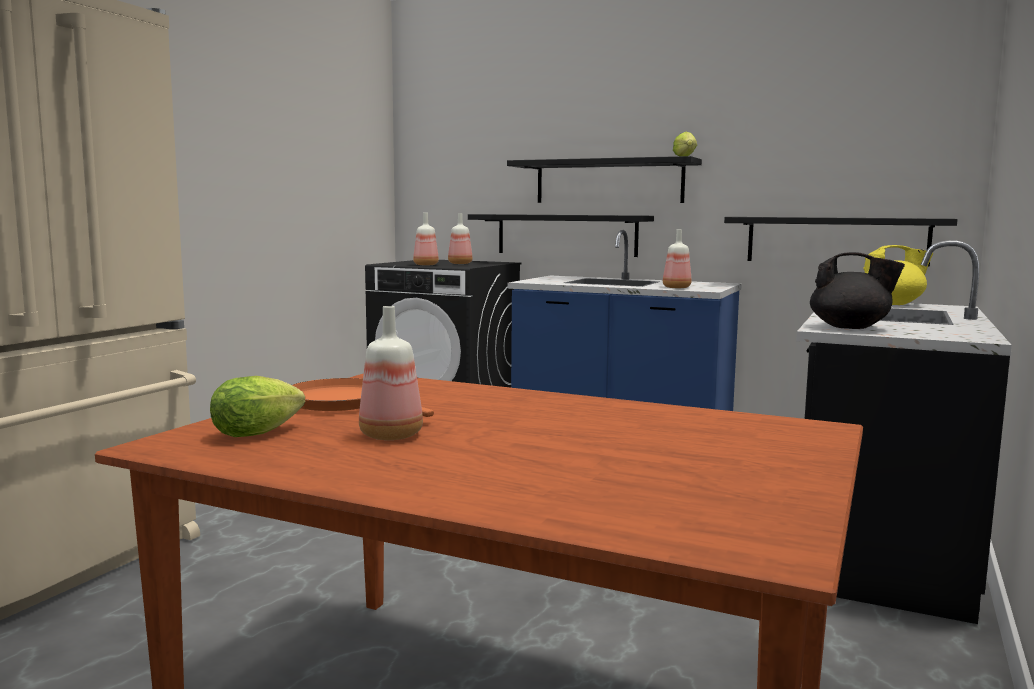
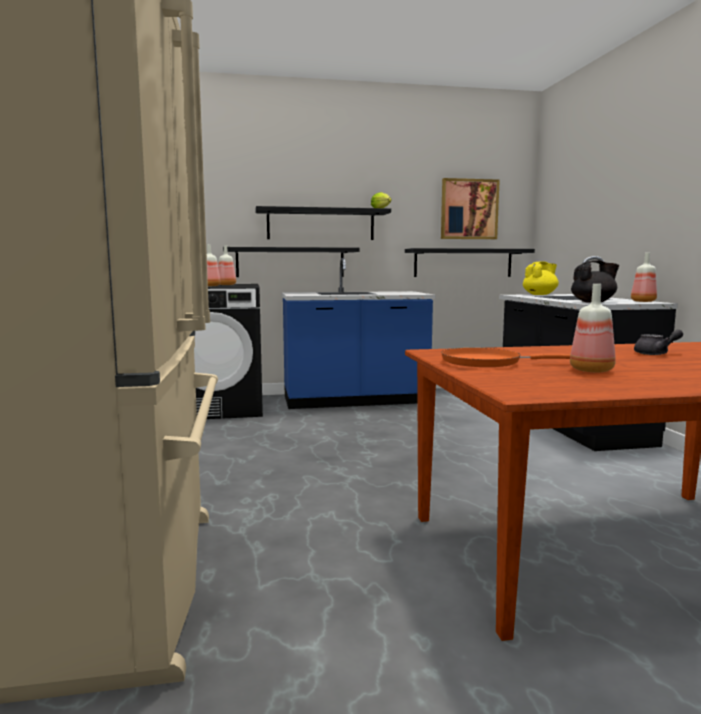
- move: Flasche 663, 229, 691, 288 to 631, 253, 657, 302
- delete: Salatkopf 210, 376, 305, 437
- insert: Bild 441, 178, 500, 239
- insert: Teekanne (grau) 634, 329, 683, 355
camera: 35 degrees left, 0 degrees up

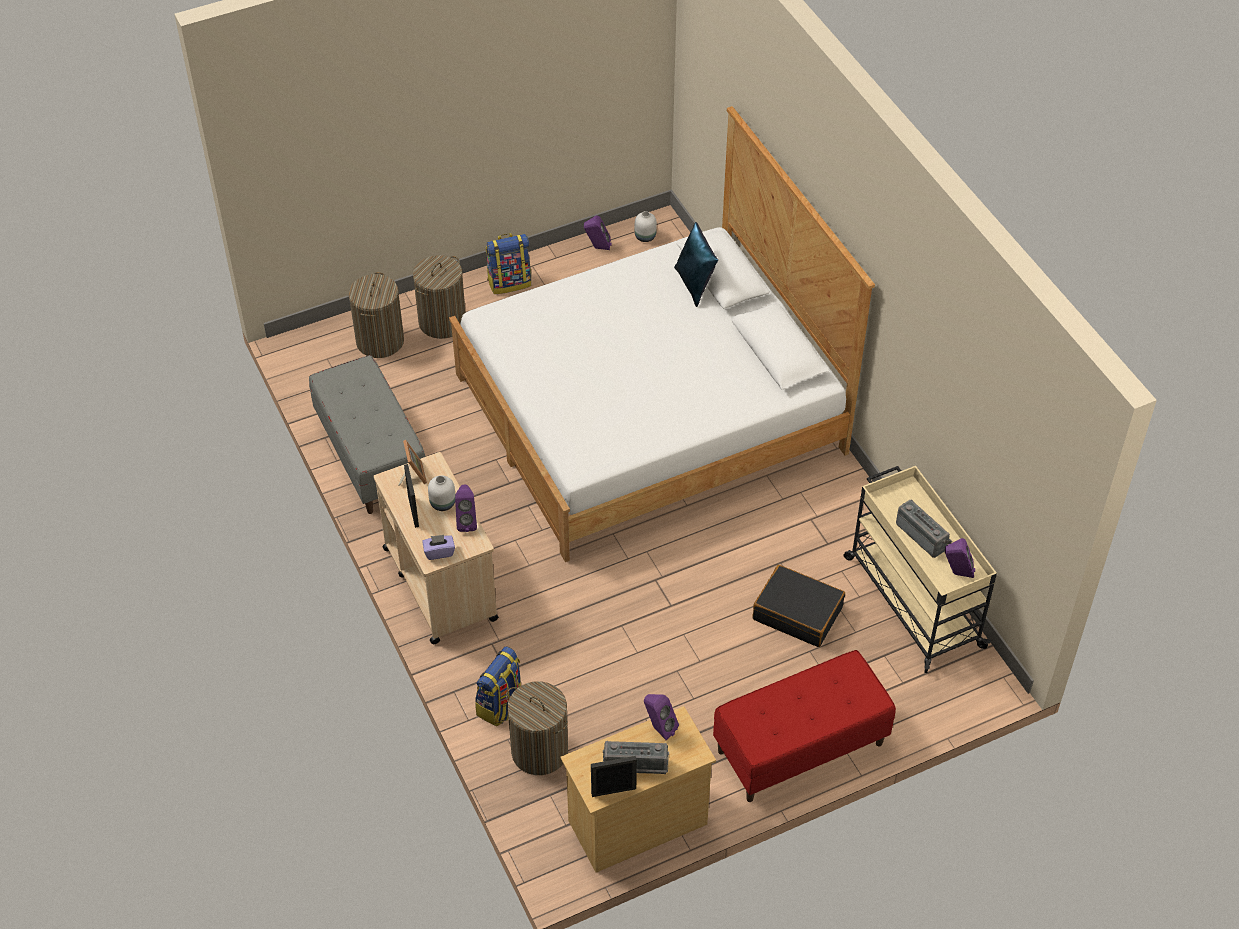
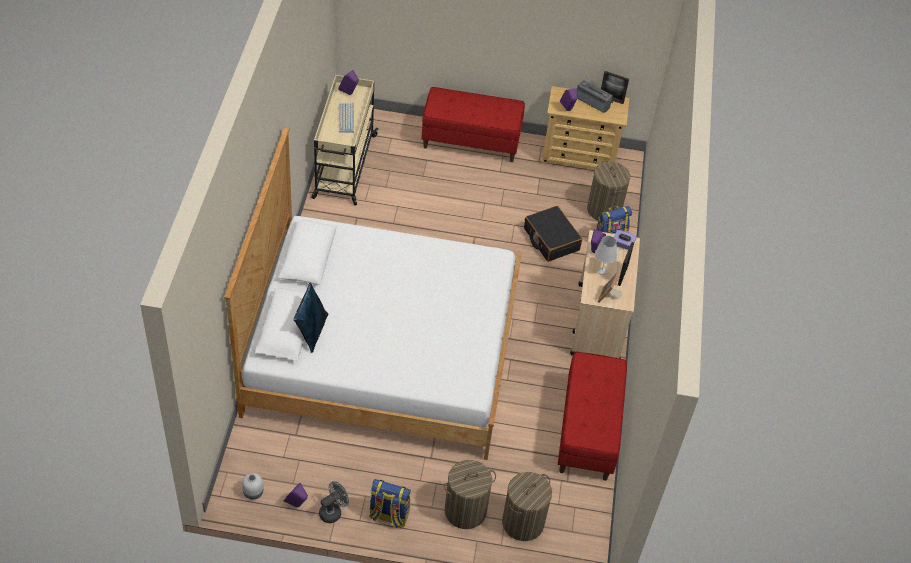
- recolor: Bank (grau) 309, 355, 425, 514 to Bank (rot) 558, 352, 627, 481
- replace: Vase (weiß) 428, 475, 455, 511 to Tischlampe (weiß) 595, 236, 617, 275
- replace: Radio 896, 500, 952, 558 to Tastatur 339, 103, 354, 133
- move: Koffer (schwarz) 753, 565, 845, 647 to 524, 206, 582, 262
- insert: Ventilator (grau) 319, 481, 349, 523
camera: 150 degrees left, 0 degrees up

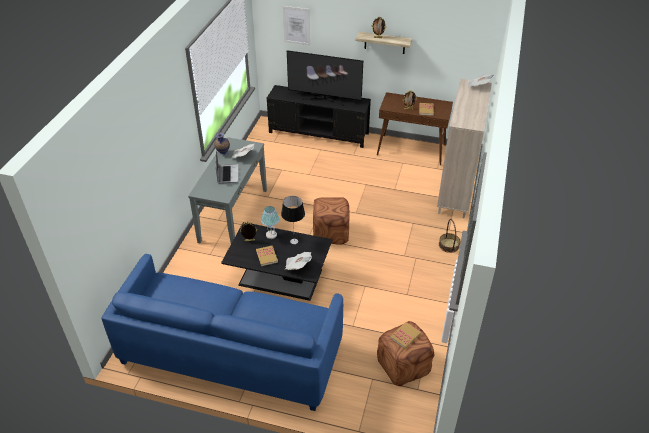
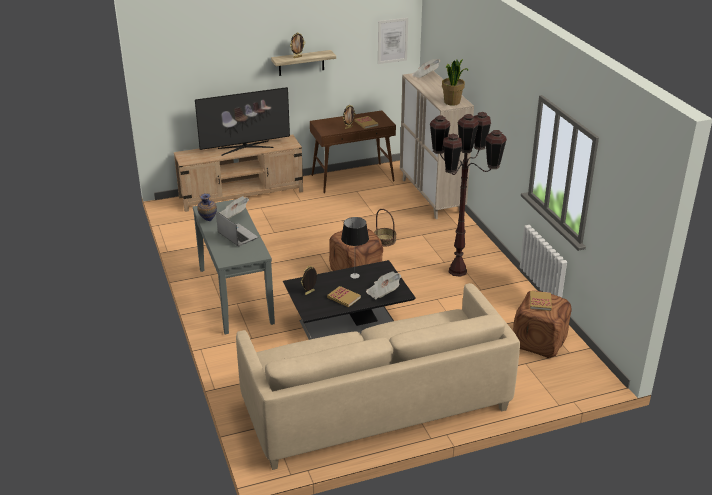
- move: Bild 283, 6, 310, 45 to 378, 18, 408, 64
- recolor: Fernsehschrank (schwarz) 266, 85, 371, 148 to Fernsehschrank (beige) 174, 135, 303, 212
- delete: Tischlampe 261, 206, 280, 239
- move: Korb 439, 219, 461, 253 to 374, 209, 396, 246
- recolor: Sofa (blau) 101, 254, 343, 411 to Sofa (beige) 236, 283, 520, 470
- insert: Topfpflanze 442, 59, 469, 106
- insert: Stehlampe (braun) 430, 112, 507, 277
camera: 35 degrees left, 10 degrees down

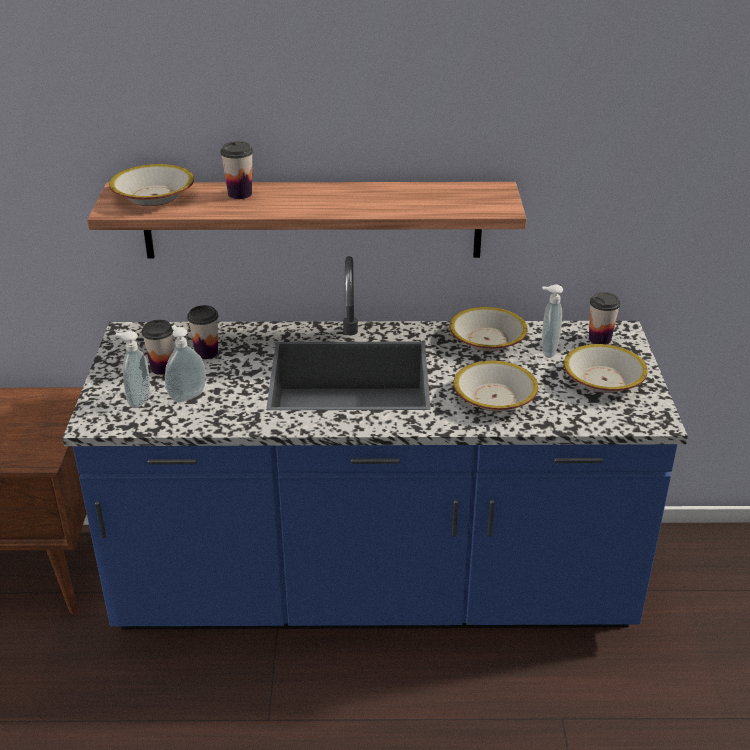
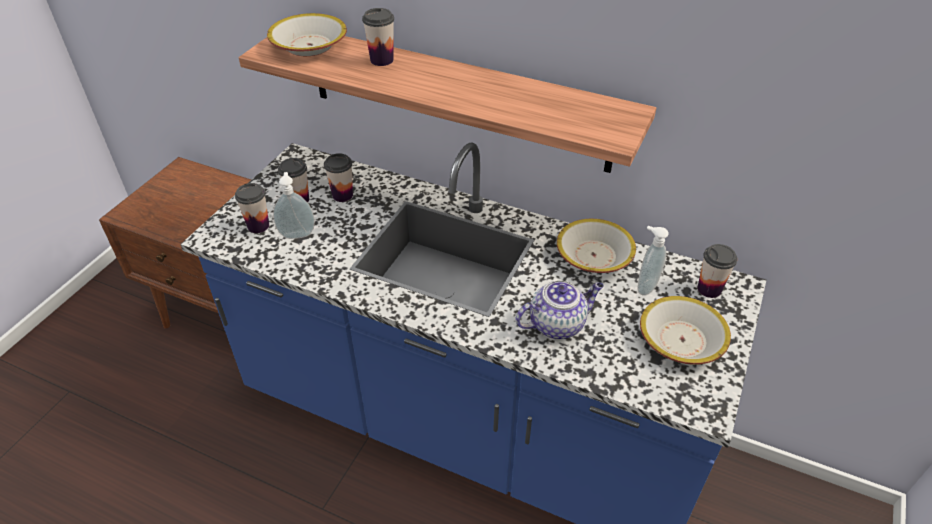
- replace: Seifenspender 115, 331, 150, 408 to Tasse 235, 183, 269, 233
- replace: Schüssel 453, 361, 538, 412 to Teekanne 515, 280, 604, 339
camera: 25 degrees right, 10 degrees up

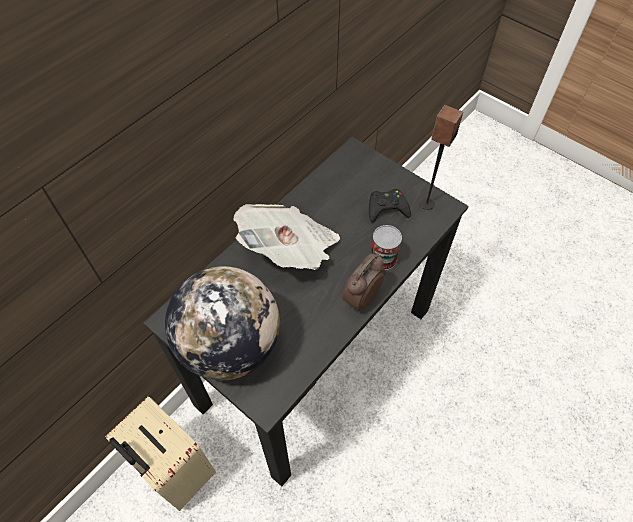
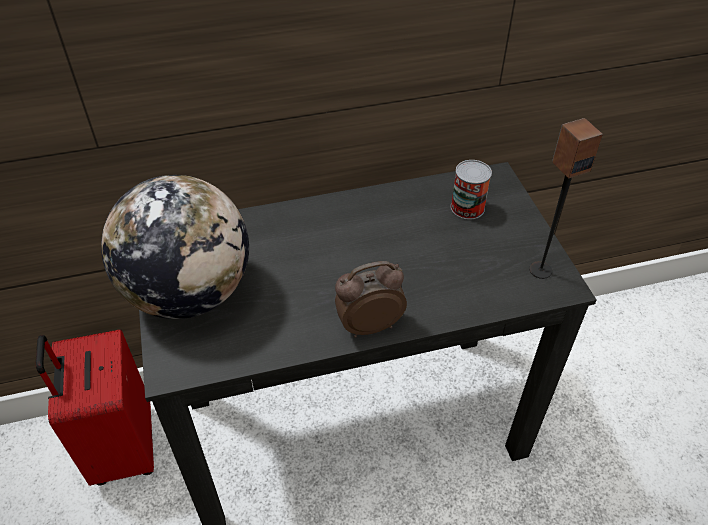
- delete: Gamepad (schwarz) 369, 189, 411, 223
- delete: Zeitung 233, 204, 340, 270
- move: Dose 371, 225, 402, 270 to 451, 160, 492, 220
- recolor: Koffer (beige) 105, 396, 216, 511 to Koffer (rot) 36, 329, 154, 486
camera: 35 degrees right, 10 degrees down

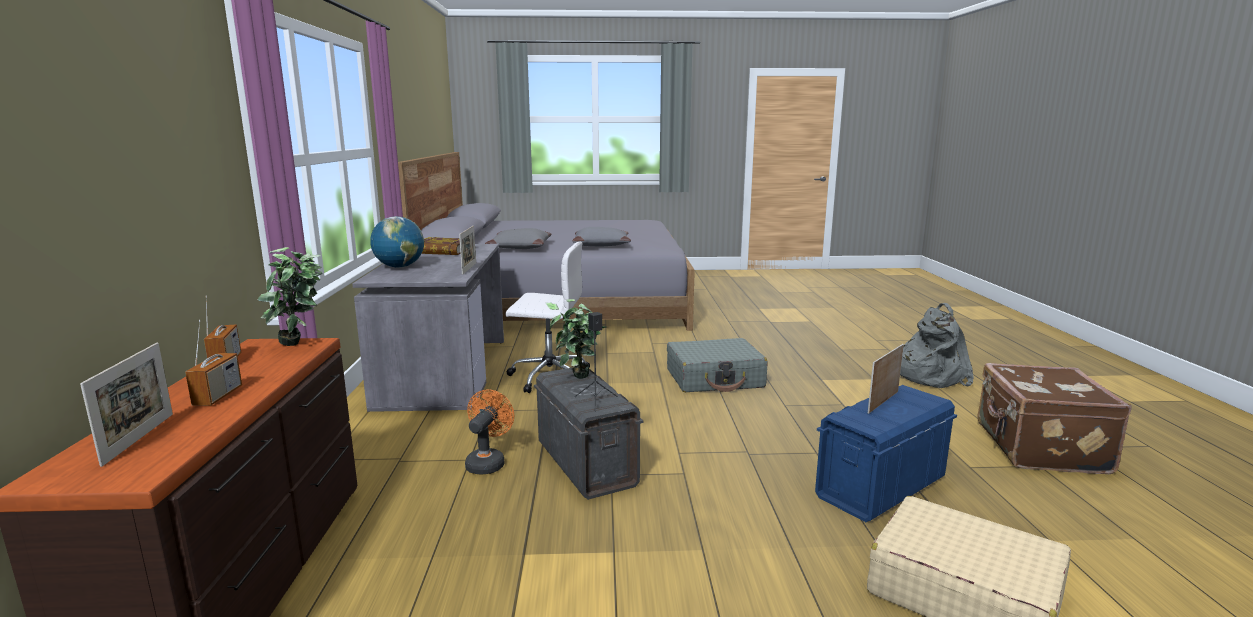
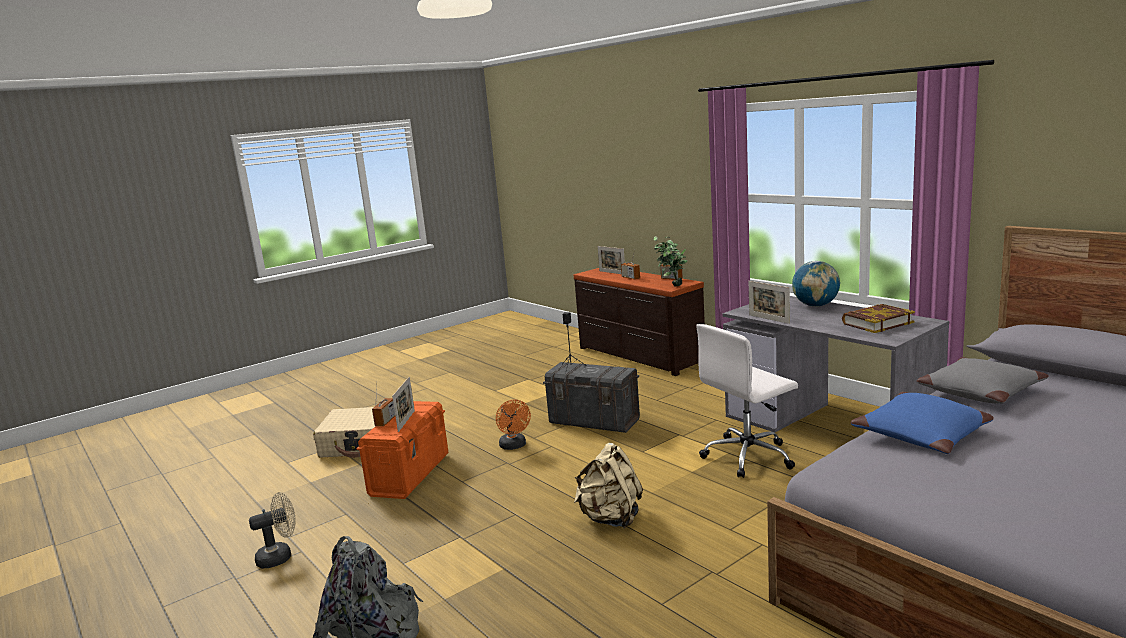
- recolor: Kissen (grau) 572, 227, 631, 247 to Kissen (blau) 851, 392, 994, 454
- delete: Topfpflanze 546, 299, 606, 379
- replace: Koffer (grau) 667, 338, 767, 392 to Rucksack (beige) 574, 443, 643, 528
- replace: Koffer (braun) 978, 363, 1131, 474 to Ventilator (beige) 249, 492, 296, 568
- recolor: Aufbewahrungsbox (blau) 815, 385, 957, 522 to Aufbewahrungsbox (orange) 356, 401, 448, 499
- move: Ventilator (orange) 465, 389, 514, 475 to 496, 399, 531, 450
- insert: Radio 372, 382, 395, 426
camera: 145 degrees right, 0 degrees up

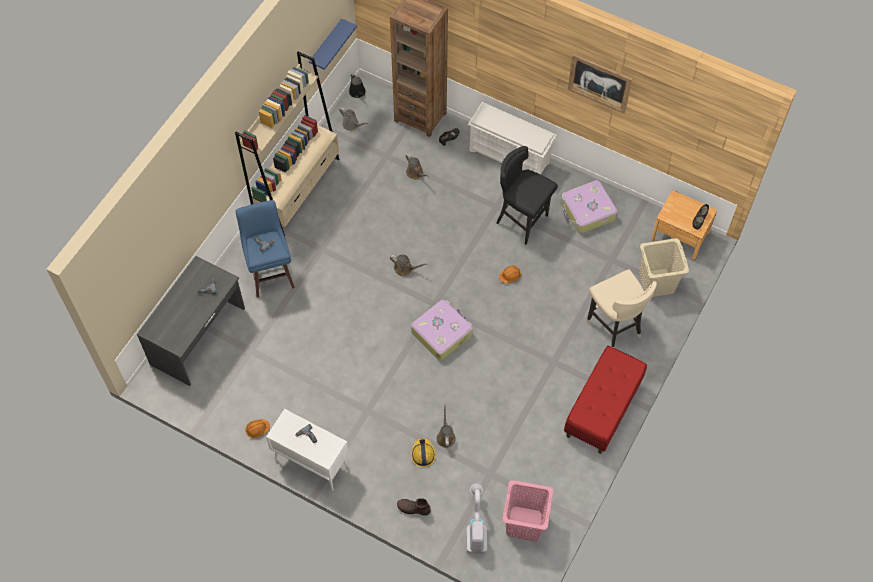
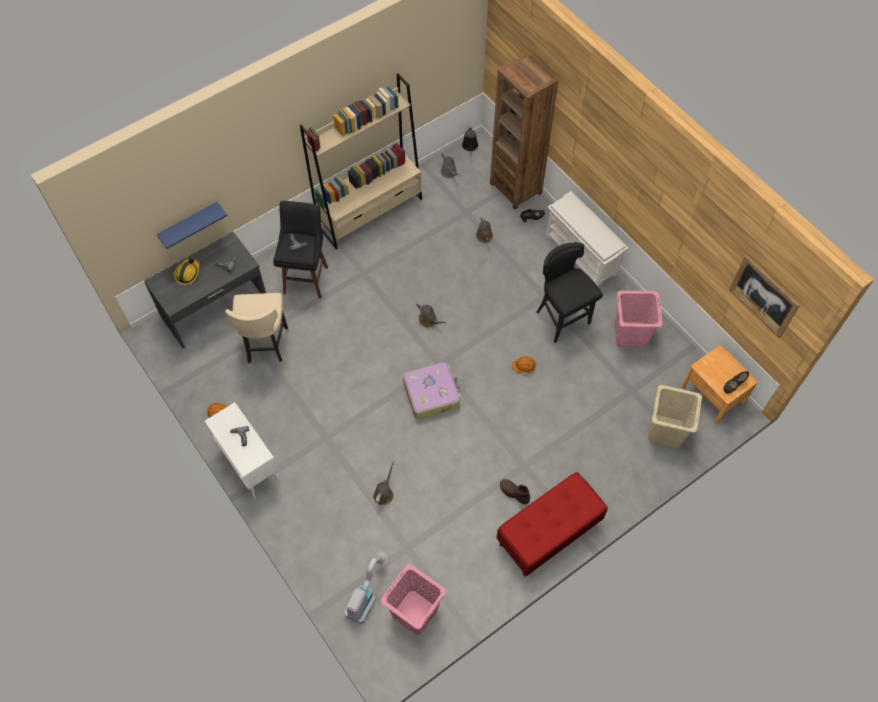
- move: Wandregal (blau) 309, 19, 357, 70 to 157, 202, 228, 249
- move: Bild 568, 54, 632, 114 to 729, 255, 800, 338
- replace: Koffer 561, 180, 618, 234 to Wäschekorb (rosa) 615, 291, 662, 348
- recolor: Hocker (blau) 236, 200, 295, 298 to Hocker (schwarz) 273, 201, 328, 298
- move: Hocker (beige) 587, 269, 657, 348 to 225, 293, 289, 367
- move: Schutzhelm 411, 438, 436, 467 to 174, 258, 199, 285
- move: Stiefel (braun) 397, 498, 431, 516 to 500, 479, 530, 505
camera: 25 degrees right, 0 degrees up

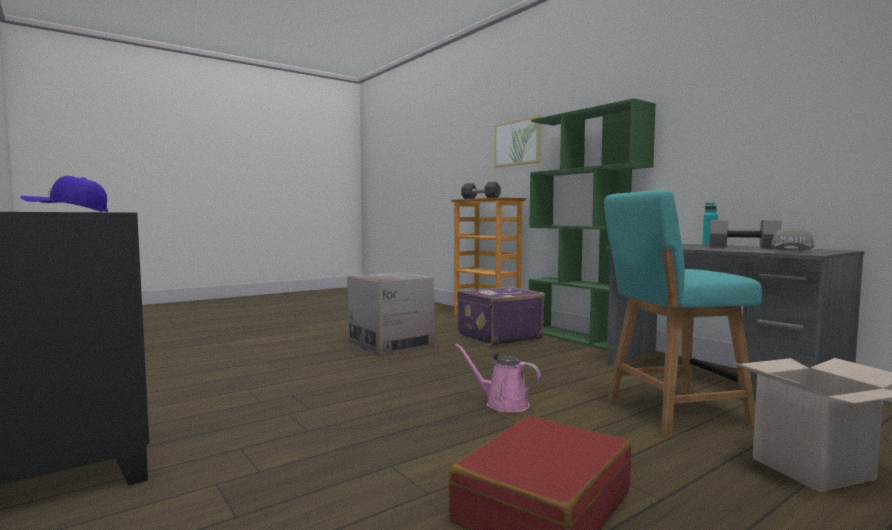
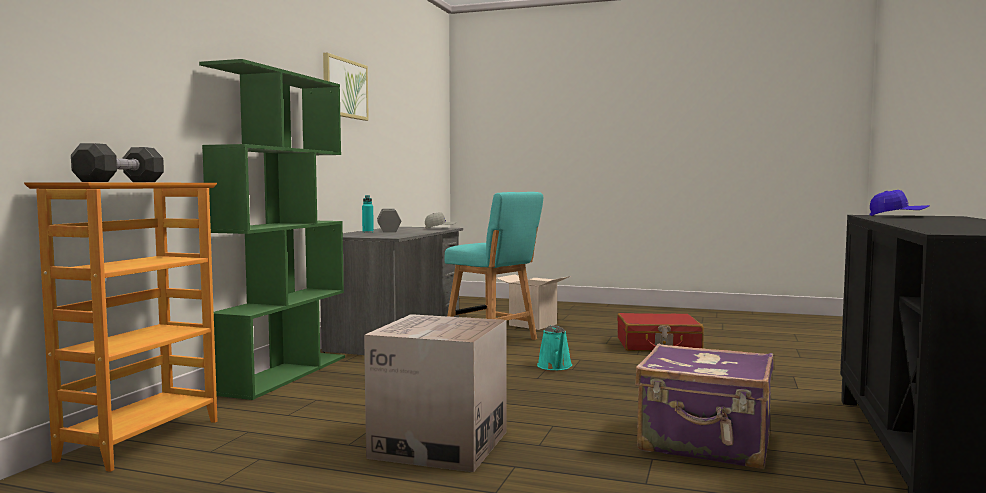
- move: Bild 494, 115, 541, 168 to 323, 53, 369, 121
- move: Koffer (lila) 457, 286, 545, 346 to 635, 343, 774, 469
- recolor: Gießkanne (rosa) 455, 343, 541, 412 to Gießkanne (türkis) 537, 325, 572, 370
camera: 125 degrees left, 0 degrees up

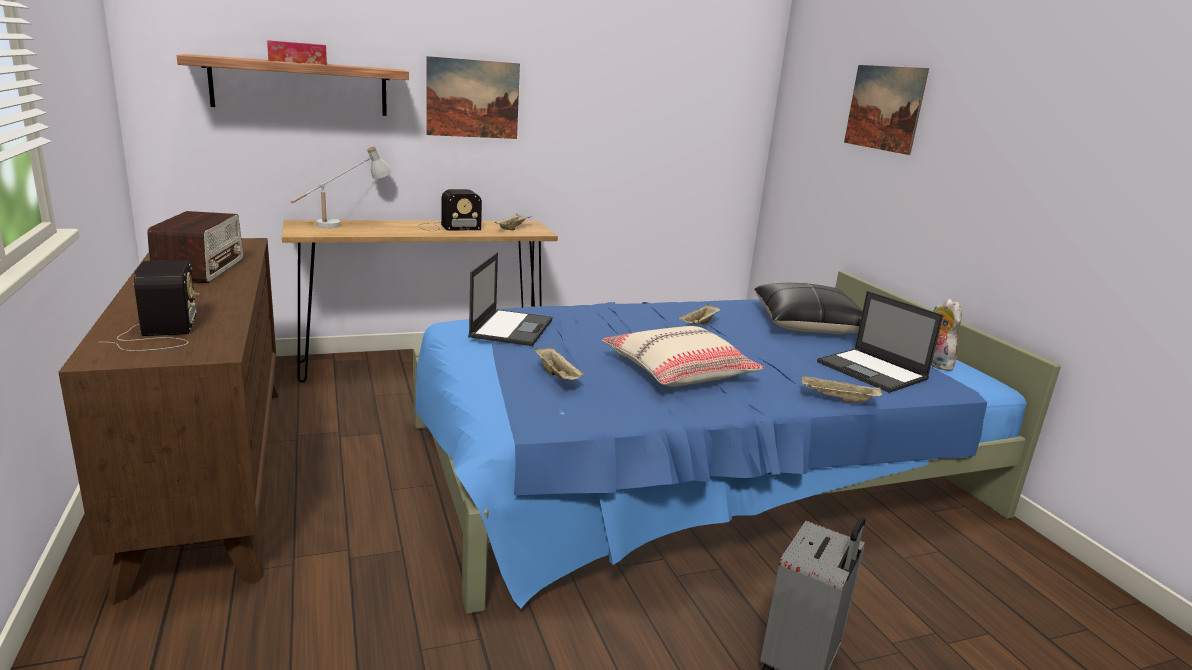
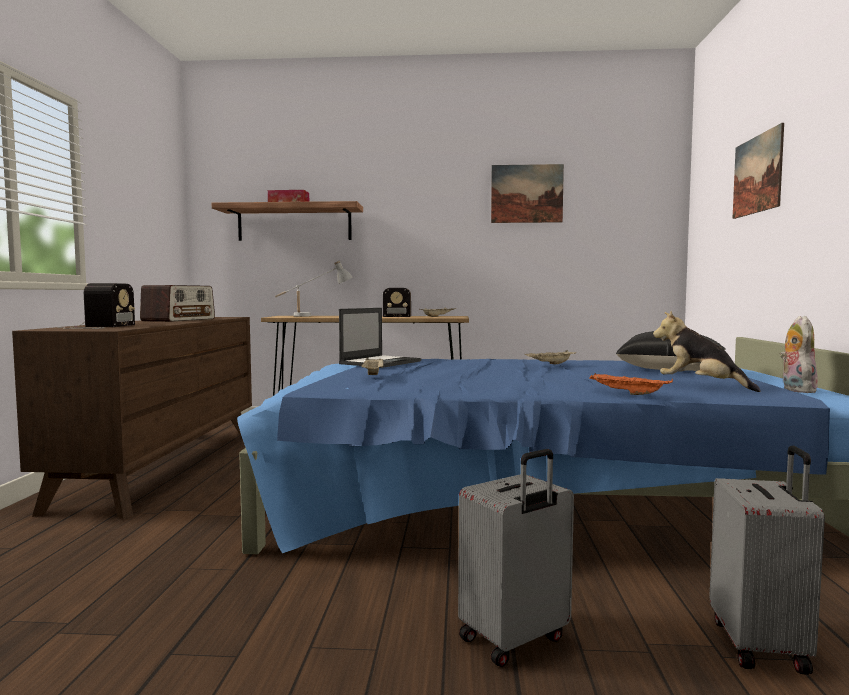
- move: Bild 426, 56, 520, 139 to 491, 164, 564, 223
- replace: Laptop 817, 291, 944, 393 to Plüschtier 653, 311, 761, 392
- delete: Kissen (beige) 602, 326, 764, 387
- recolor: Tablett (beige) 802, 375, 883, 403 to Tablett (orange) 589, 373, 673, 395
- insert: Koffer (grau) 709, 446, 825, 675
camera: 25 degrees right, 15 degrees down

